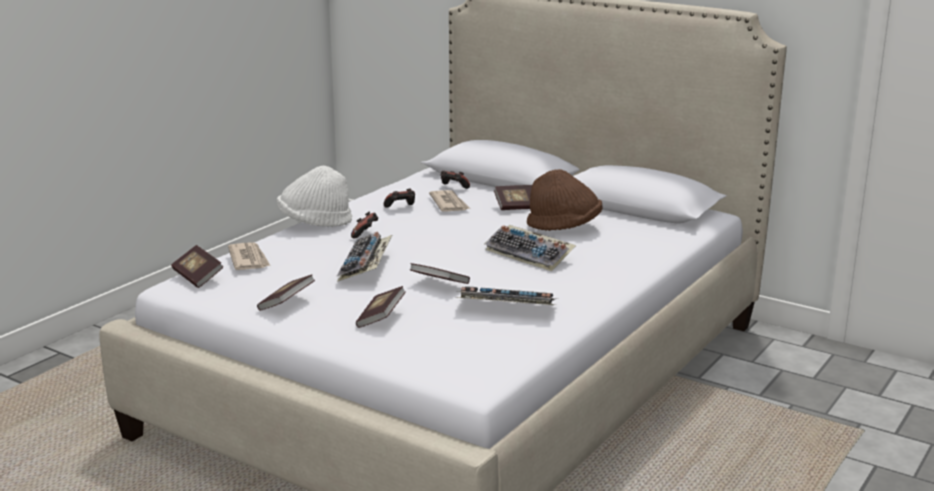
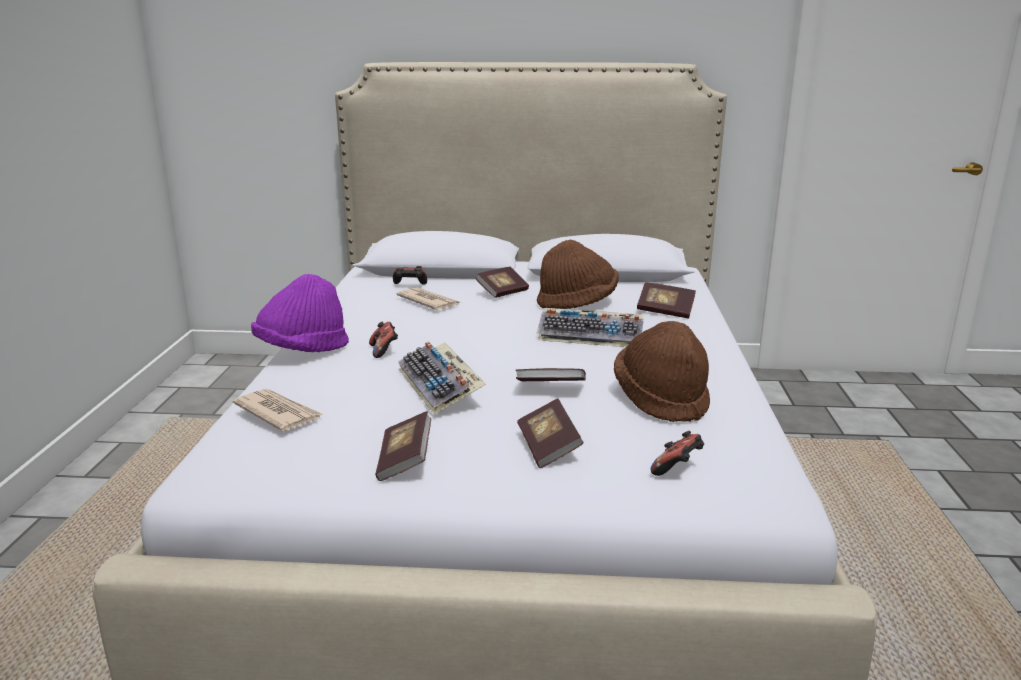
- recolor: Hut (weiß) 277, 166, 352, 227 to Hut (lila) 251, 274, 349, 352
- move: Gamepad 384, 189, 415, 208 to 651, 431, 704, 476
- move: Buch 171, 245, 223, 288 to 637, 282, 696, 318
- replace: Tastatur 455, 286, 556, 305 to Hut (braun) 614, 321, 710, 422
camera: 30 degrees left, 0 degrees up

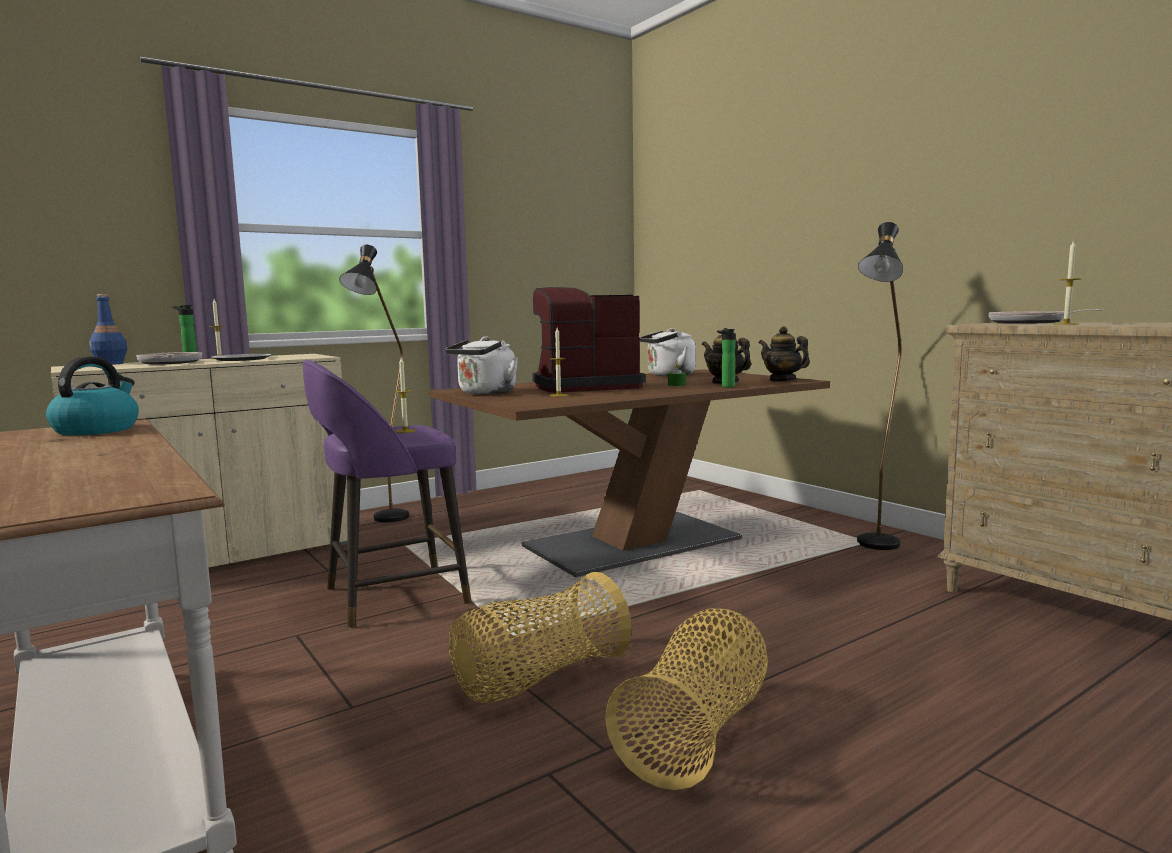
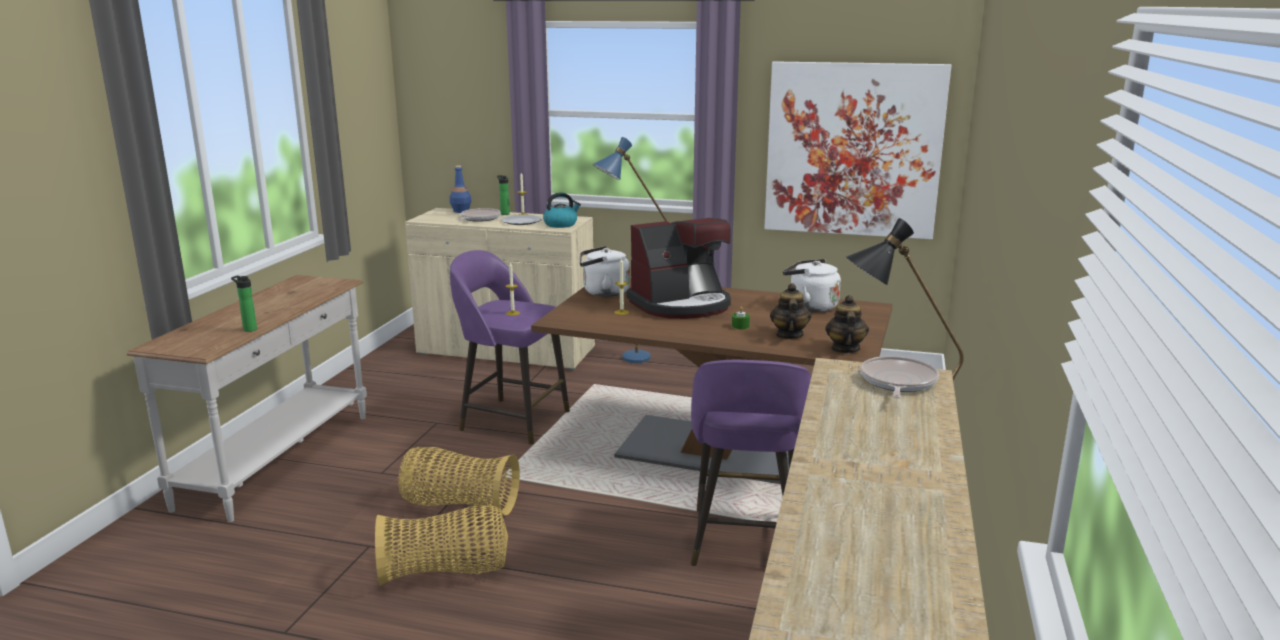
- delete: Kerze 1054, 241, 1081, 325
- recolor: Stehlampe (schwarz) 339, 245, 409, 522 to Stehlampe (blau) 593, 137, 667, 363
- rotate: Kaffeemaschine 532, 287, 646, 393 = 626, 218, 731, 319 120 degrees clockwise
- move: Flasche 717, 329, 736, 387 to 231, 276, 257, 332
- move: Wasserkessel 46, 357, 139, 435 to 543, 193, 581, 228
- insert: Bild 764, 61, 951, 239
- insert: Hocker (lila) 690, 360, 811, 566
camera: 50 degrees right, 10 degrees up

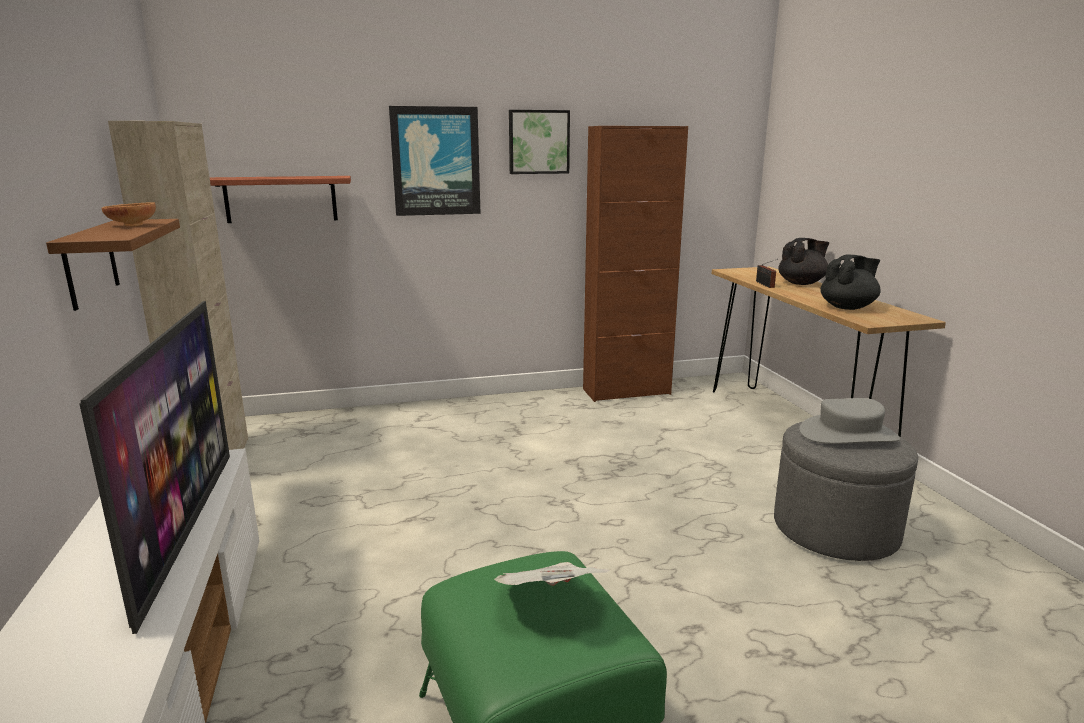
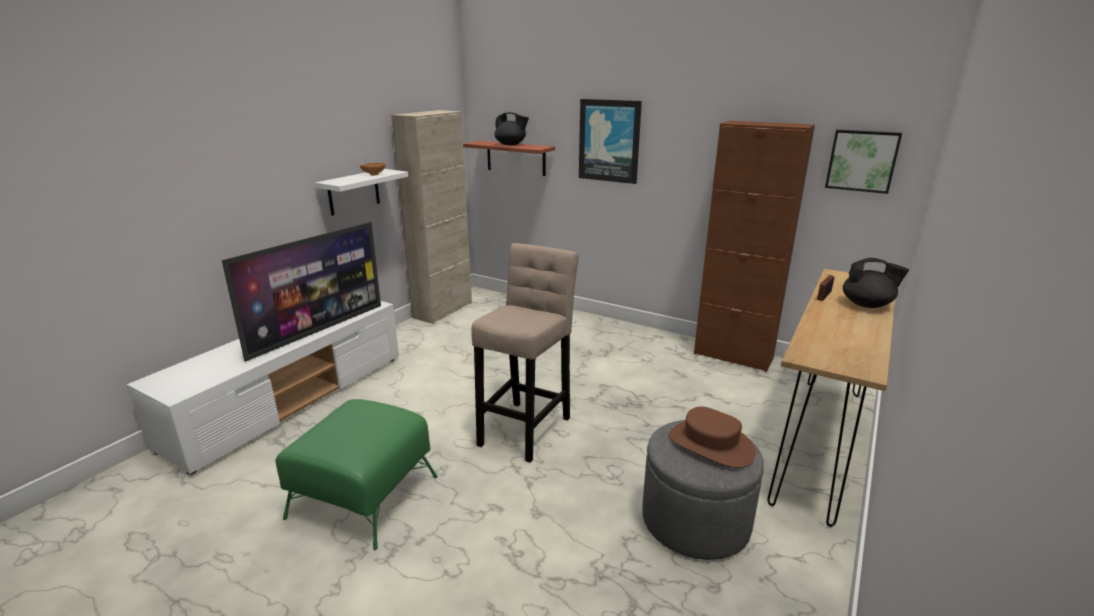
- move: Bild 509, 110, 570, 174 to 825, 130, 902, 194
- recolor: Wandregal (braun) 46, 219, 180, 311 to Wandregal (weiß) 315, 169, 408, 215
- move: Teekanne (schwarz) 820, 255, 881, 310 to 494, 112, 529, 145
- recolor: Hut (grau) 800, 398, 900, 444 to Hut (braun) 669, 407, 756, 468
- delete: Zeitung 494, 562, 609, 586
- insert: Hocker (beige) 471, 243, 579, 463
camera: 45 degrees right, 5 degrees up

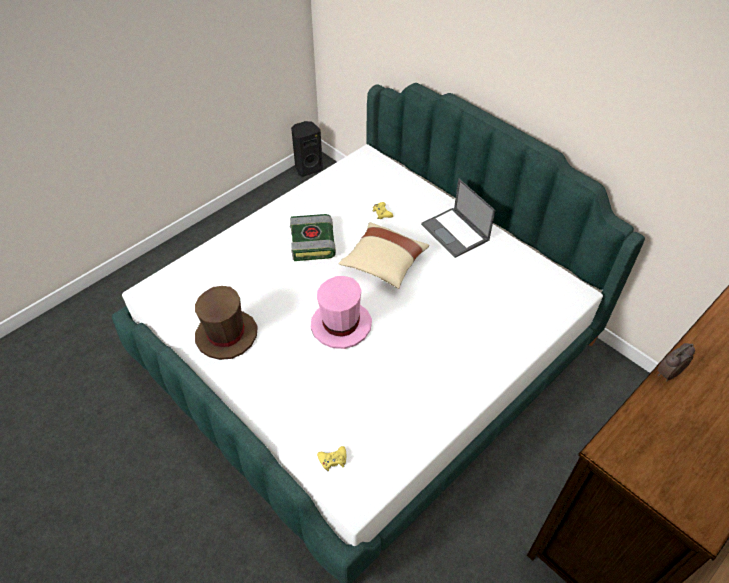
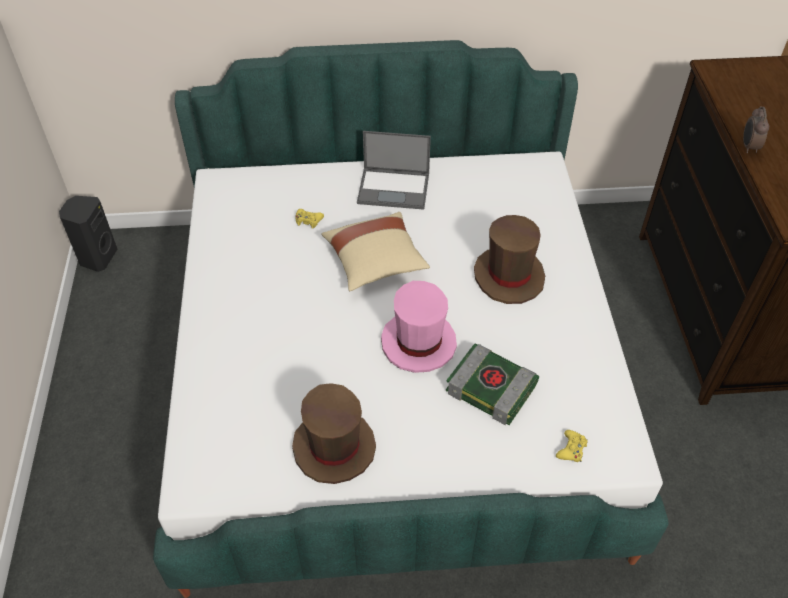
- move: Buch 290, 214, 336, 261 to 446, 344, 539, 425
- insert: Hut (braun) 474, 215, 545, 304
camera: 50 degrees left, 0 degrees up

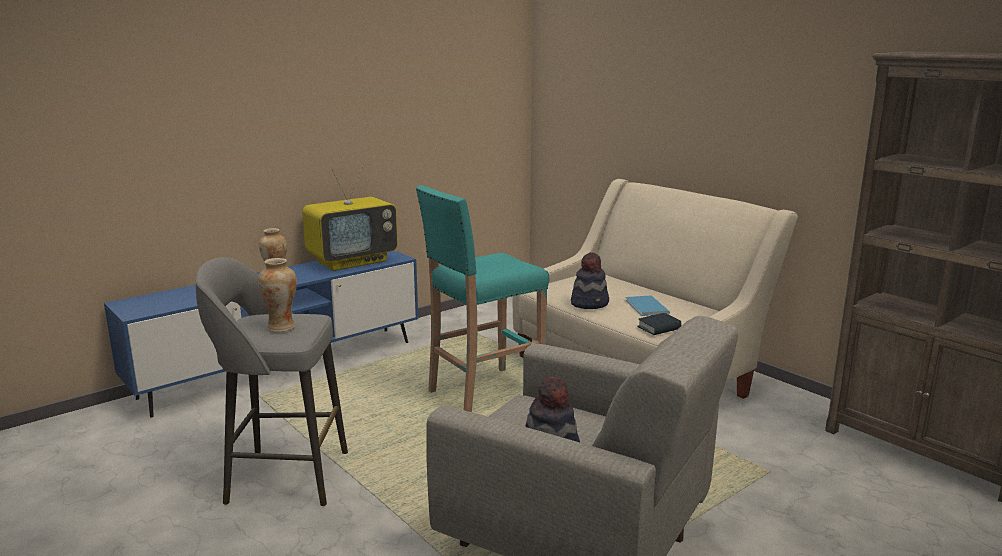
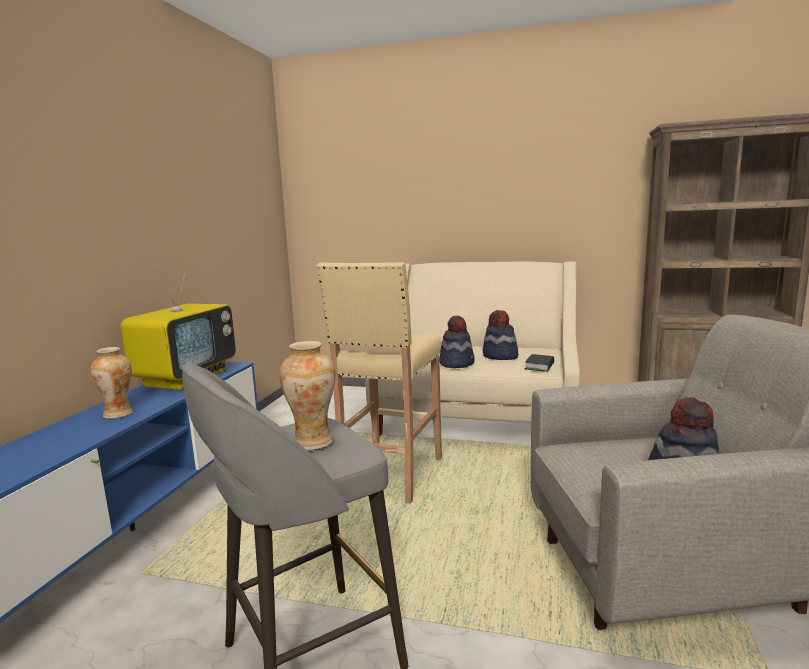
- recolor: Hocker (türkis) 416, 185, 549, 412 to Hocker (beige) 317, 262, 442, 504
- replace: Buch (blau) 626, 295, 670, 316 to Hut 483, 310, 518, 360
camera: 35 degrees left, 5 degrees down

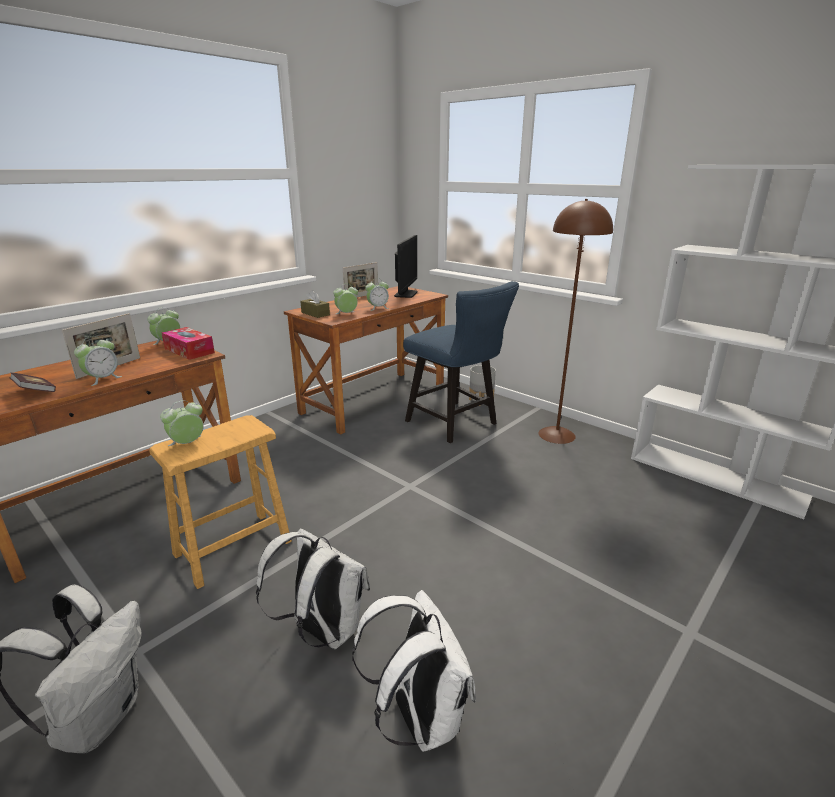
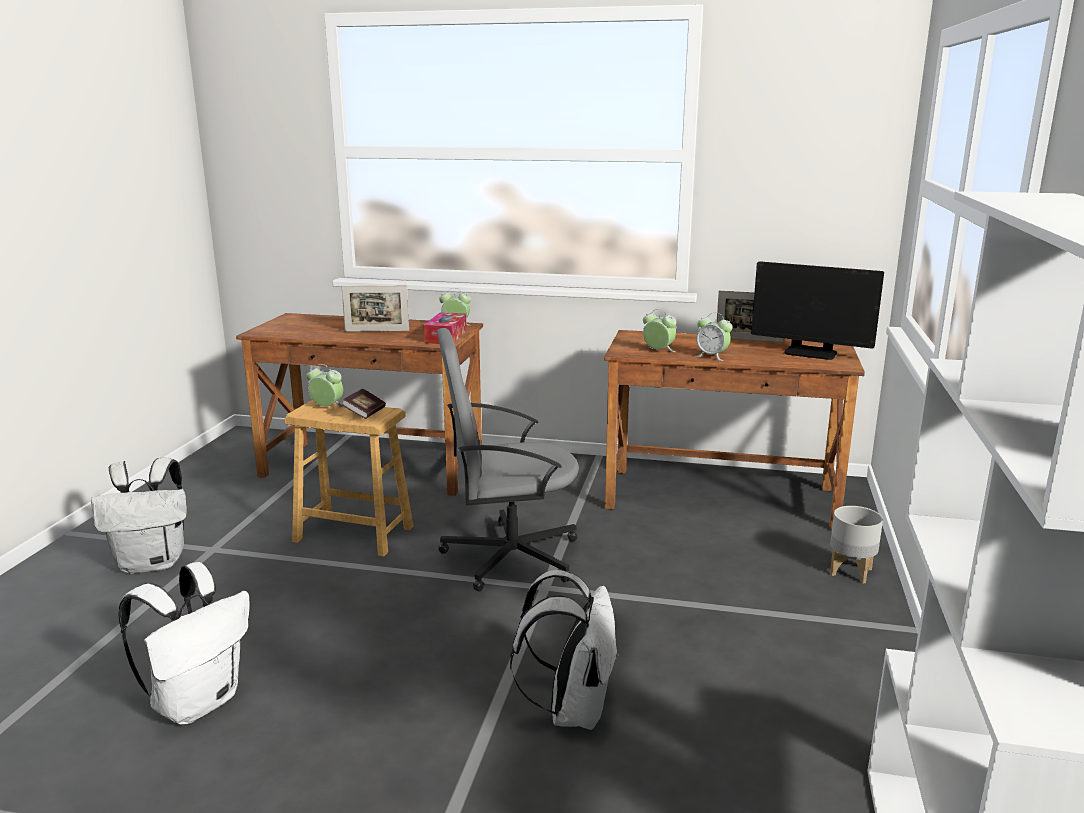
- delete: Stehlampe (braun) 538, 199, 613, 444
- rotate: Monitor 394, 235, 418, 298 = 751, 261, 884, 360 45 degrees clockwise
- delete: Stuhl (blau) 403, 281, 519, 443
- delete: Taschentuchbox (braun) 300, 290, 330, 318
- delete: Wecker 74, 336, 122, 386
- move: Buch 9, 372, 56, 392 to 342, 389, 386, 419
- move: Rucksack (weiß) 256, 528, 370, 649 to 510, 570, 619, 730
- insert: Bürostuhl (grau) 437, 328, 579, 592
camera: 60 degrees right, 5 degrees down

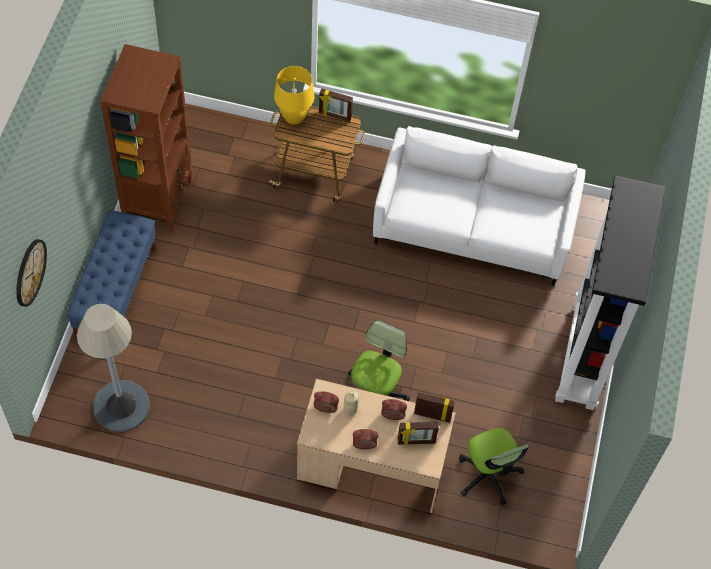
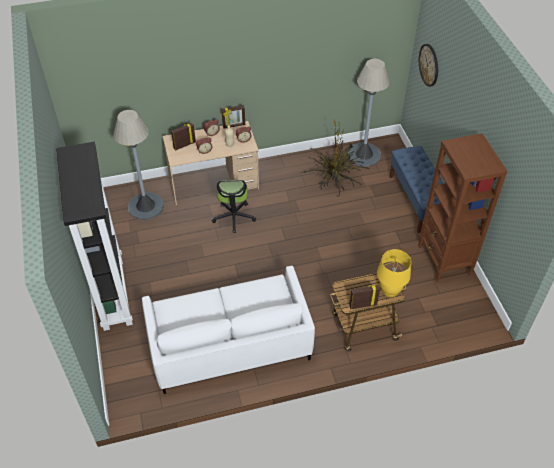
- move: Bilderrahmen 414, 392, 455, 423 to 222, 105, 245, 128
- replace: Bürostuhl 459, 428, 529, 505 to Stehlampe (grau) 114, 110, 164, 220
- insert: Topfpflanze 303, 121, 369, 197
camera: 155 degrees right, 10 degrees down

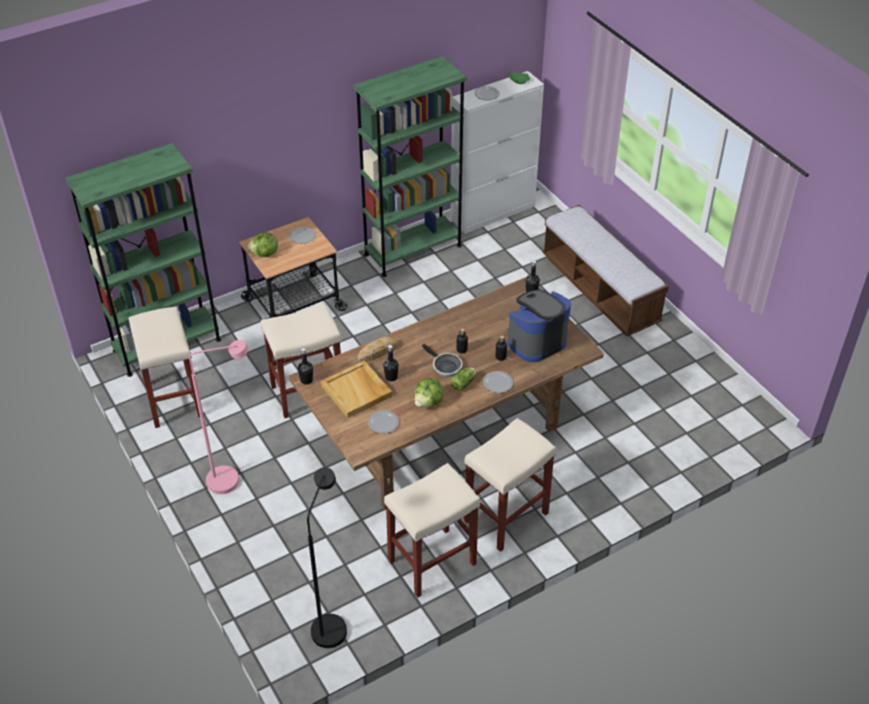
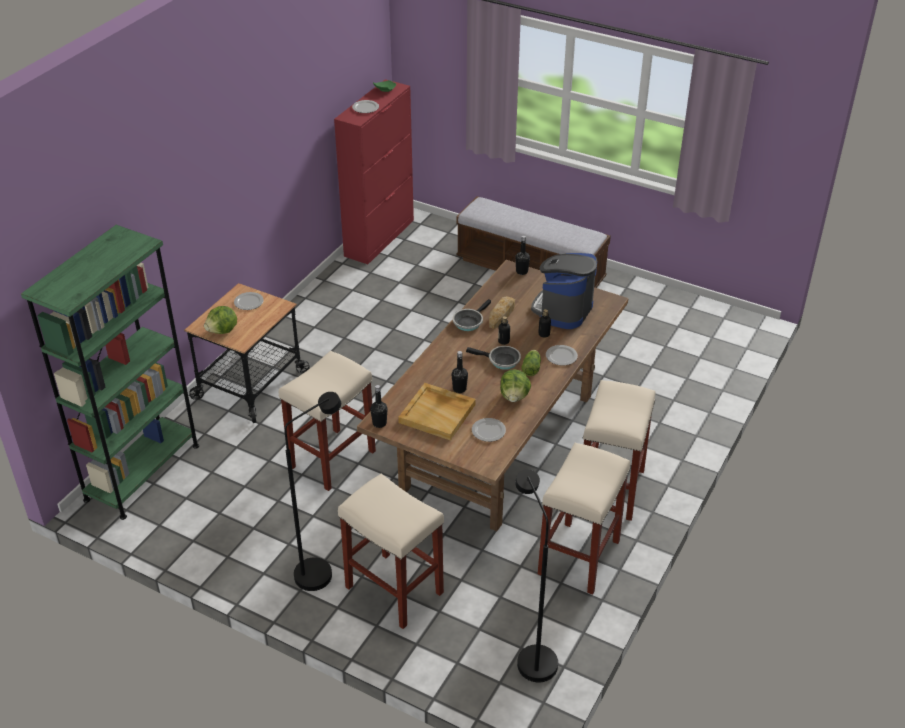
- delete: Bücherregal (grün) 353, 56, 467, 277
- recolor: Schrank (weiß) 451, 71, 544, 234 to Schrank (rot) 334, 79, 414, 264
- move: Hocker (beige) 129, 306, 200, 428 to 338, 474, 444, 629
- move: Brot 357, 337, 399, 362 to 489, 296, 515, 329
- recolor: Stehlampe (rosa) 189, 340, 249, 494 to Stehlampe (schwarz) 284, 392, 341, 591
- insert: Pfanne 453, 299, 491, 331
camera: 30 degrees left, 5 degrees down

